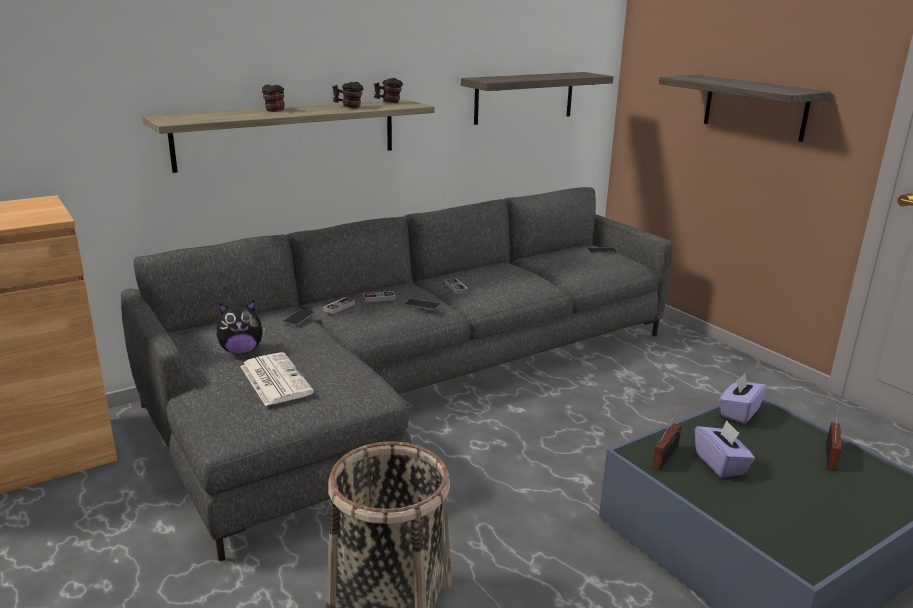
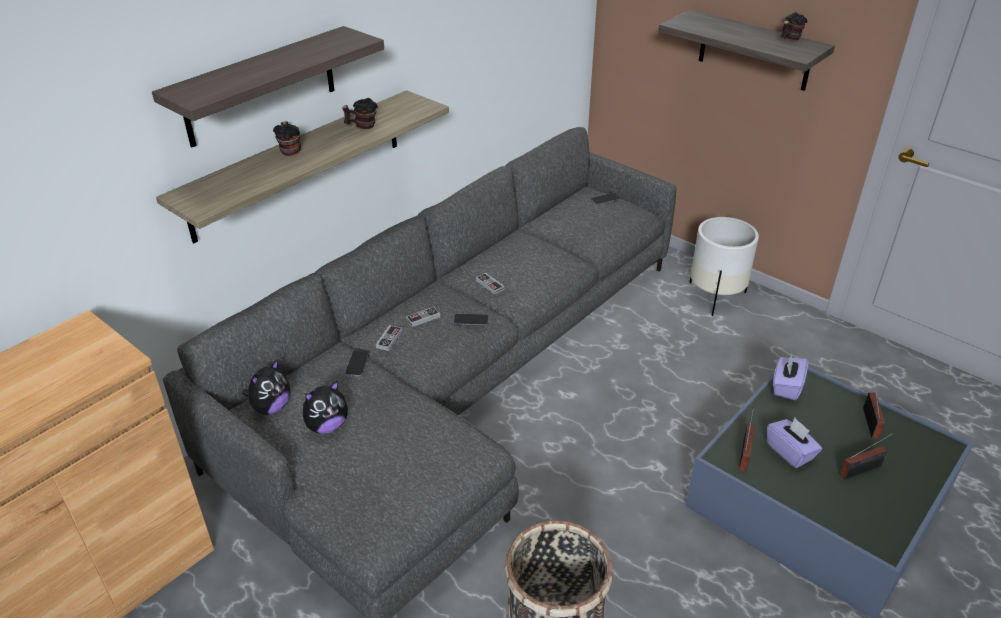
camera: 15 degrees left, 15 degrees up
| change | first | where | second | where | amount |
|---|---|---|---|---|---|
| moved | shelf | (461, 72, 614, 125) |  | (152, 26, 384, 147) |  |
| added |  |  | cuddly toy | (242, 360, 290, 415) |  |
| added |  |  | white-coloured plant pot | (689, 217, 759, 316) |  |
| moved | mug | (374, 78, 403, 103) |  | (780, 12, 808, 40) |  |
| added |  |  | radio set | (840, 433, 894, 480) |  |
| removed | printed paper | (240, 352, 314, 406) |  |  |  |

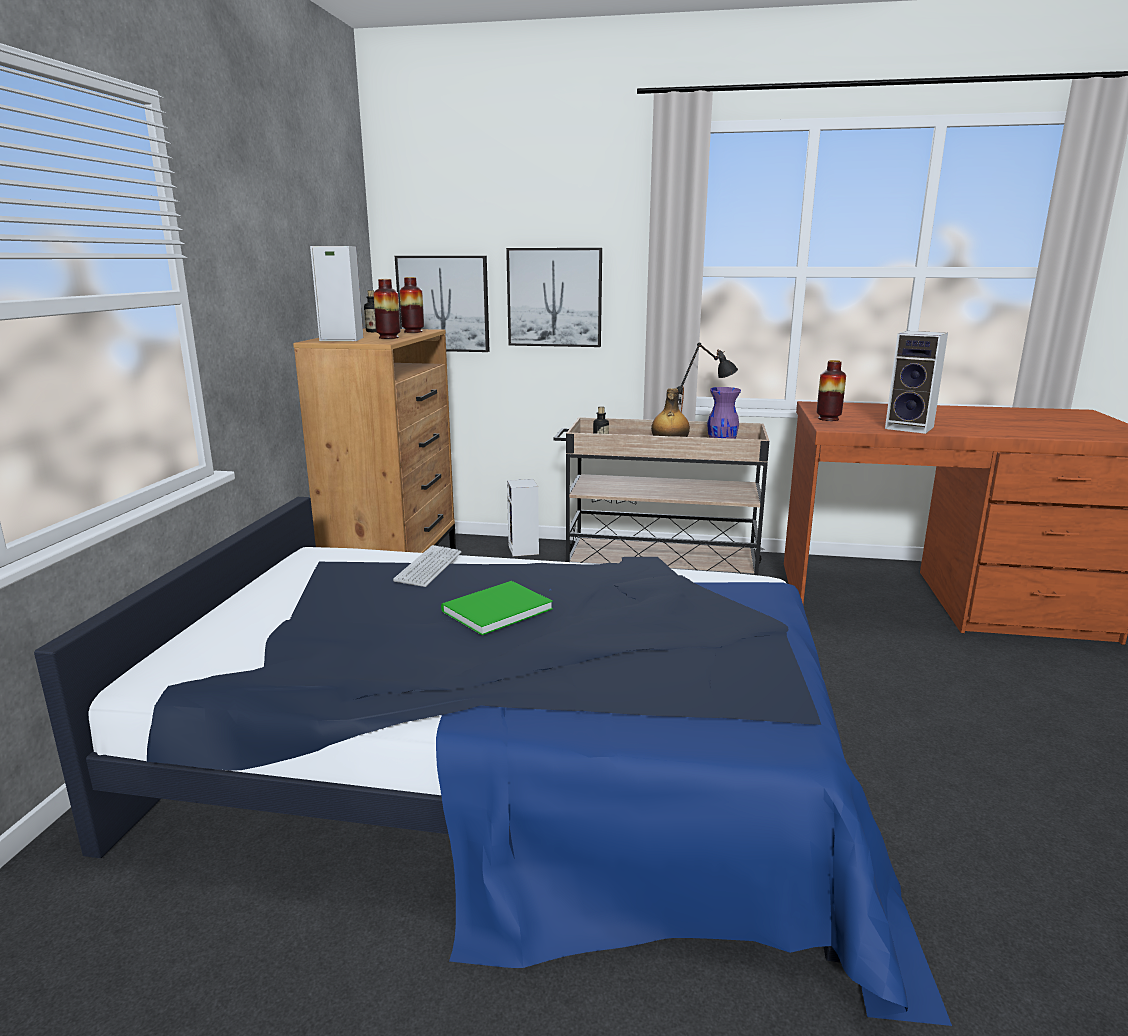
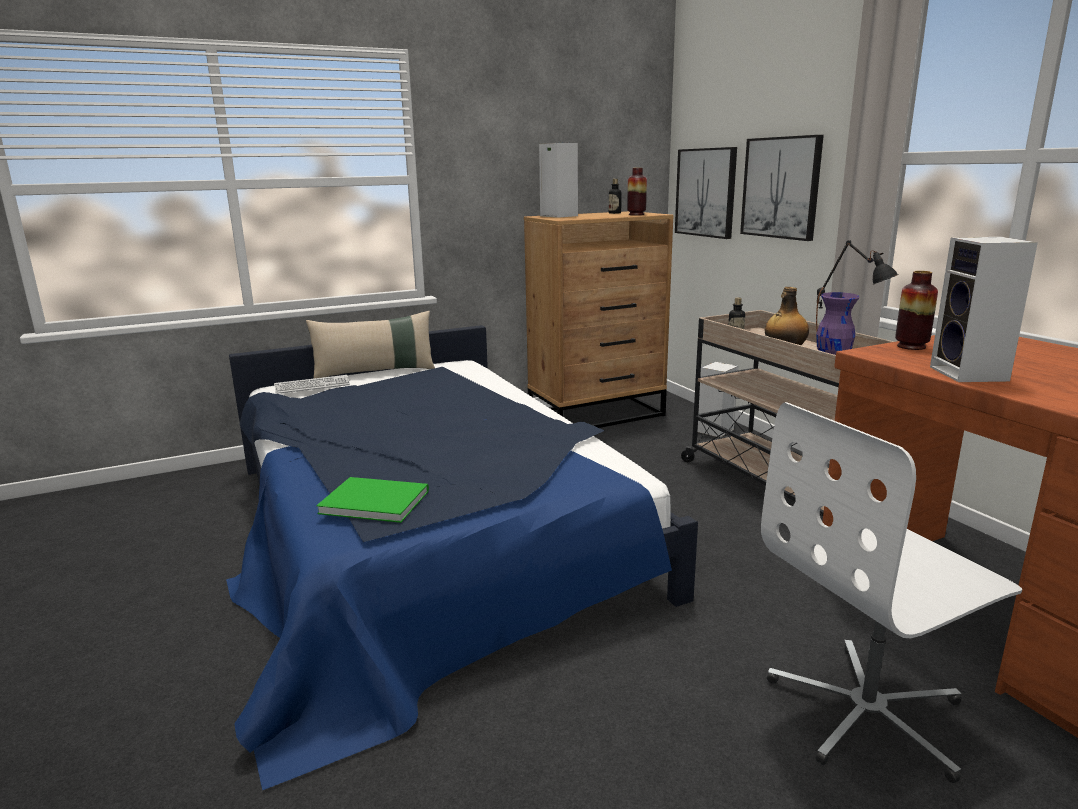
camera: 55 degrees right, 0 degrees up
| change | first | where | second | where | amount |
|---|---|---|---|---|---|
| moved | computer keyboard | (393, 545, 462, 587) |  | (274, 375, 350, 394) |  |
| added |  |  | beige cushion | (306, 311, 435, 379) |  |
| moved | green-coloured volume | (441, 581, 553, 635) |  | (316, 477, 429, 523) |  |
| added |  |  | white-coloured desk chair | (761, 402, 1022, 783) |  |
| removed | decorative vase | (373, 279, 400, 339) |  |  |  |

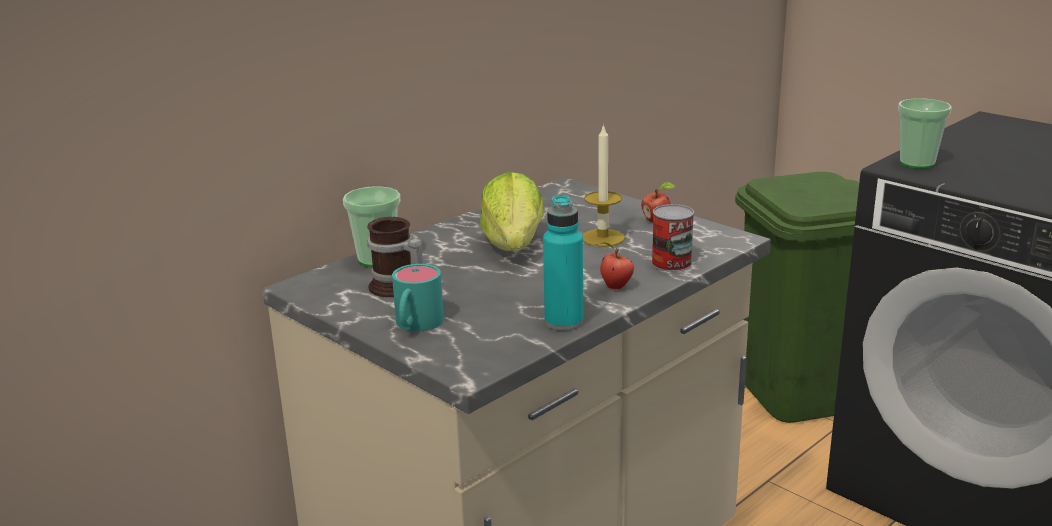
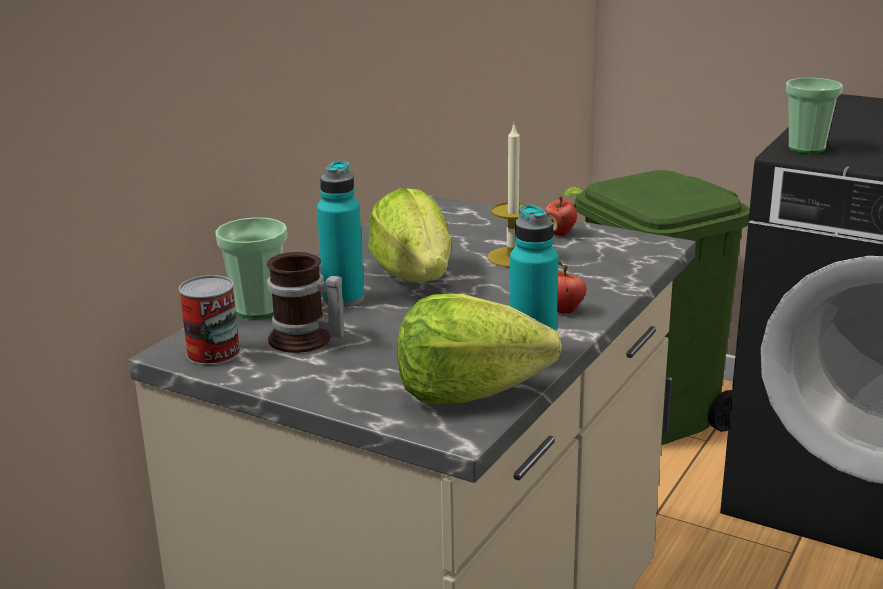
camera: 15 degrees left, 0 degrees up
| change | first | where | second | where | amount |
|---|---|---|---|---|---|
| moved | metal can | (652, 204, 694, 272) |  | (179, 275, 240, 365) |  |
| added |  |  | turquoise-coloured bottle | (317, 161, 364, 307) |  |
| added |  |  | lettuce head | (398, 294, 562, 404) |  |
| removed | turquoise-coloured mug | (392, 264, 444, 331) |  |  |  |

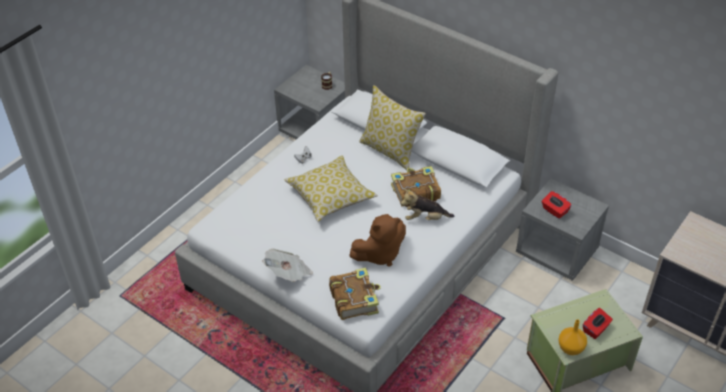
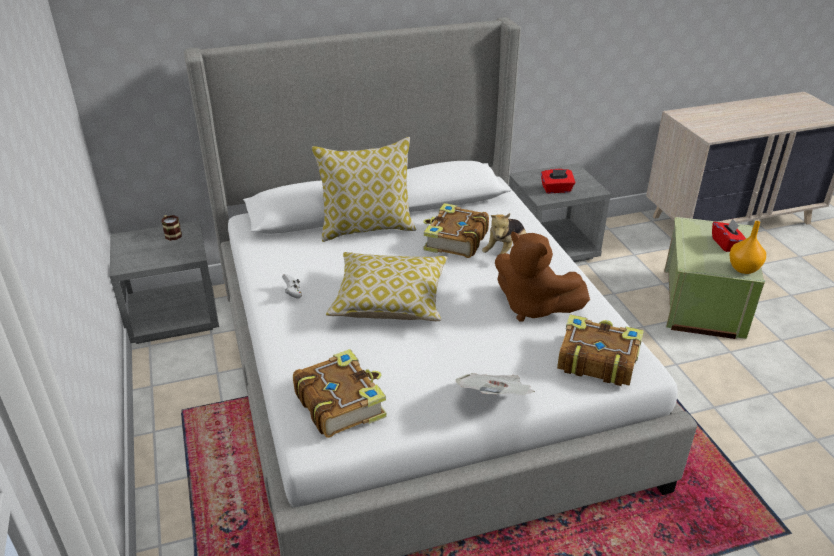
camera: 55 degrees left, 10 degrees down
| change | first | where | second | where | amount |
|---|---|---|---|---|---|
| added |  |  | volume | (293, 349, 387, 438) |  |
| turned | brownish cuddly toy | (350, 214, 406, 267) |  | (495, 231, 590, 322) | 120 degrees clockwise |

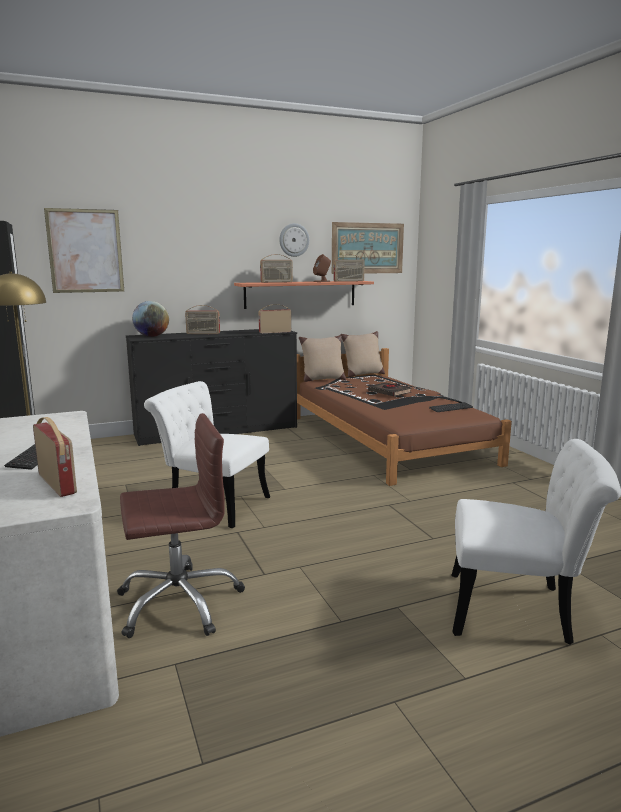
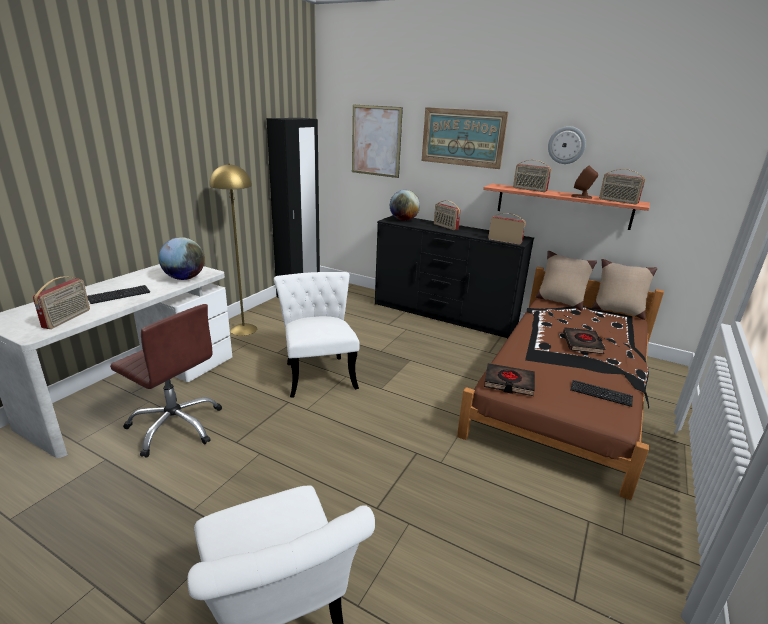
camera: 50 degrees right, 10 degrees up
| change | first | where | second | where | amount |
|---|---|---|---|---|---|
| added |  |  | world globe | (159, 237, 205, 280) |  |
| moved | picture | (332, 222, 404, 274) |  | (422, 107, 508, 169) |  |
| added |  |  | blackish volume | (484, 363, 535, 396) |  |

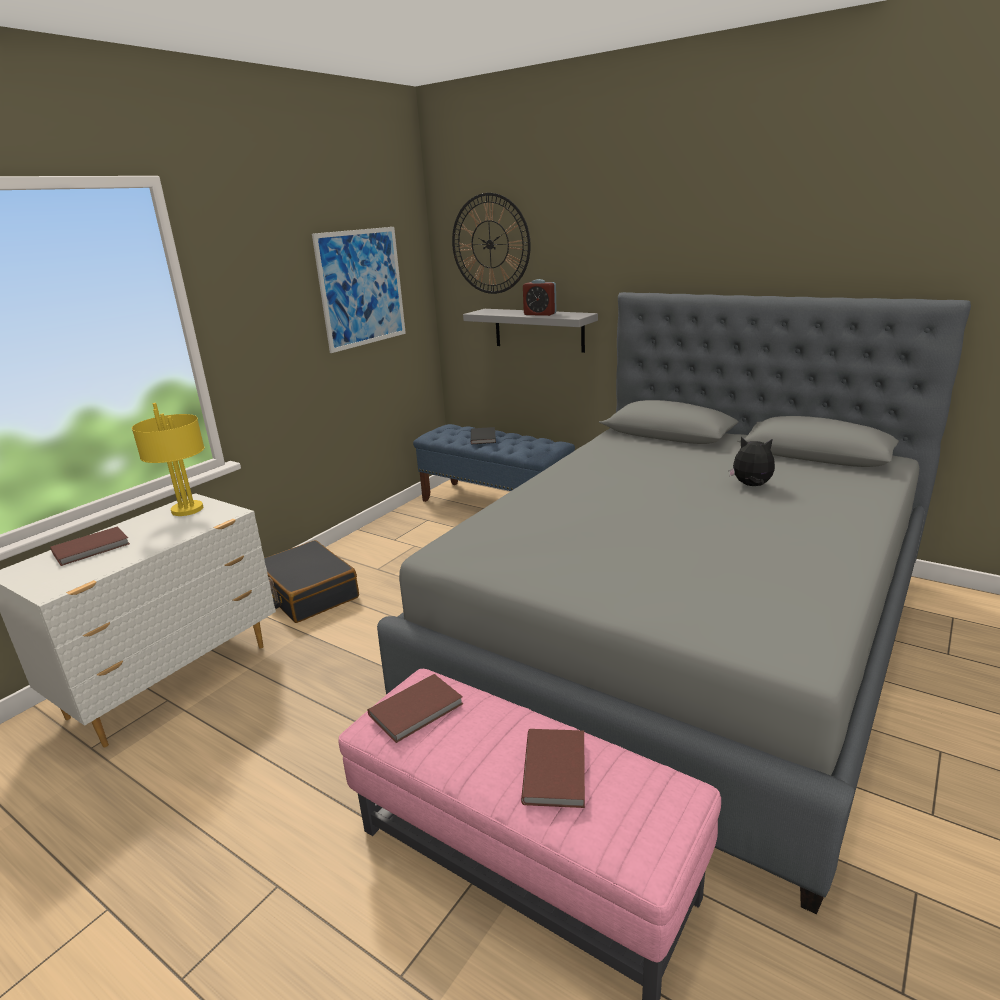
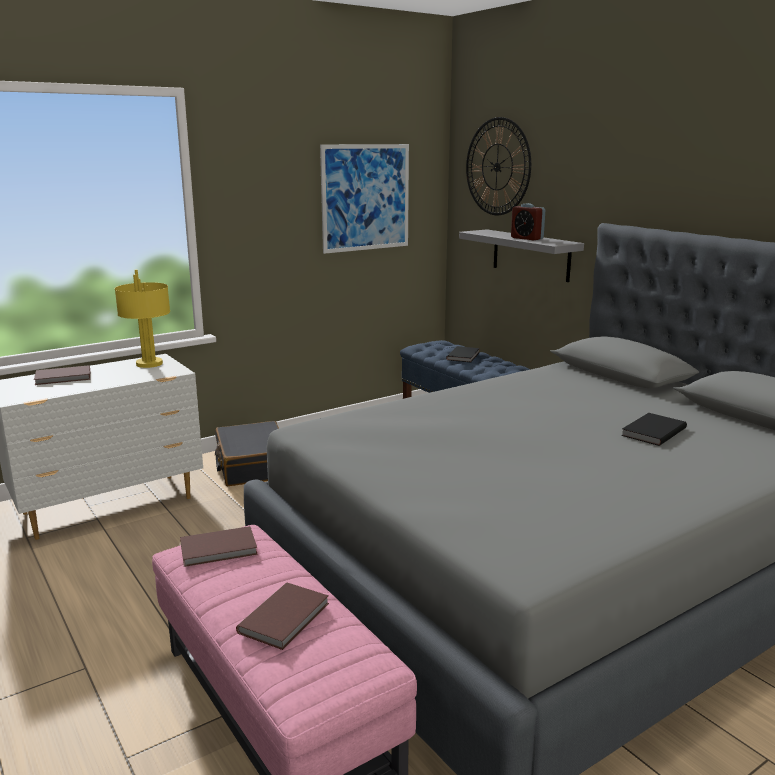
camera: 20 degrees right, 5 degrees down
| change | first | where | second | where | amount |
|---|---|---|---|---|---|
| replaced | cuddly toy | (729, 437, 775, 486) | blackish volume | (621, 413, 687, 446) |  |

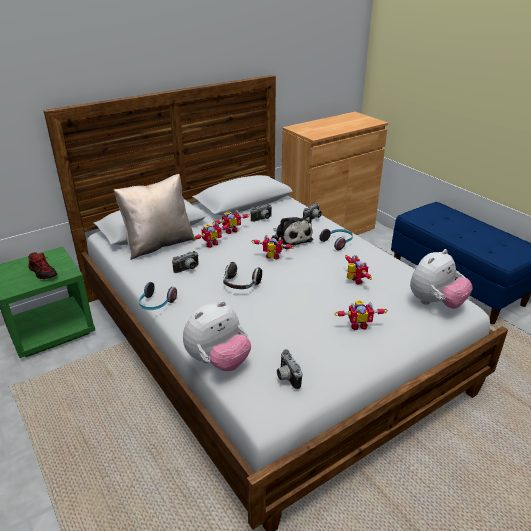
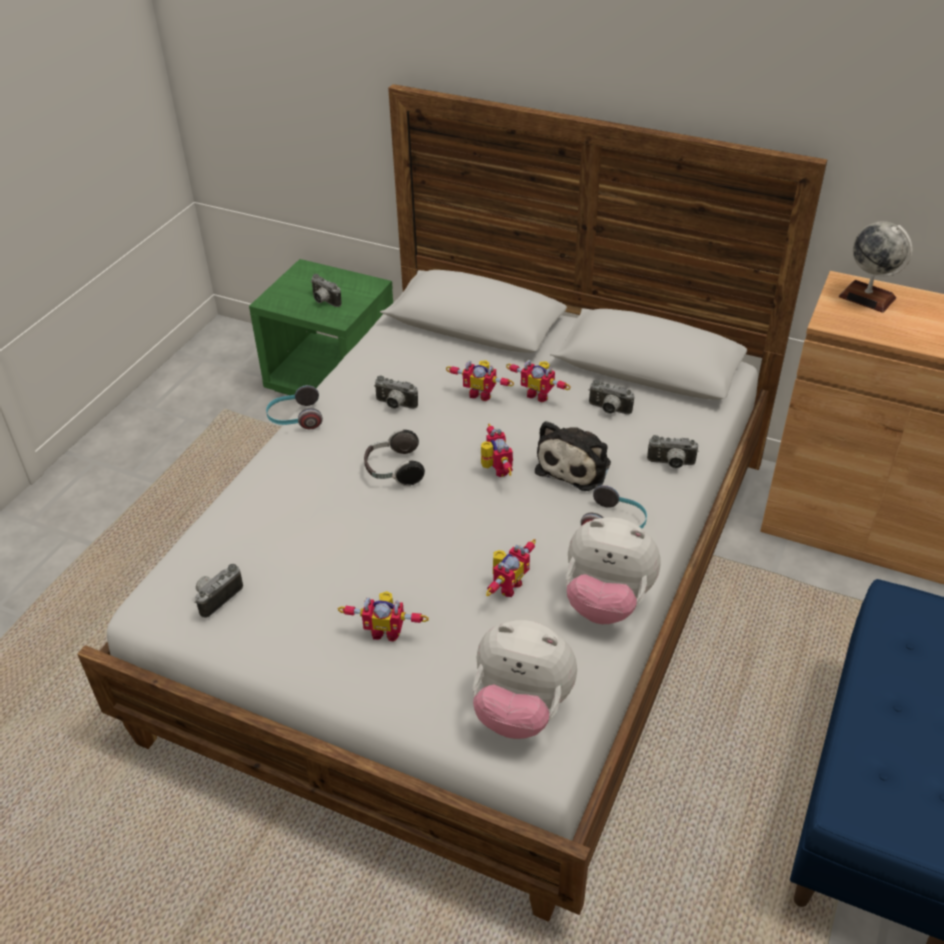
camera: 60 degrees right, 10 degrees up
| change | first | where | second | where | amount |
|---|---|---|---|---|---|
| replaced | low shoe | (28, 252, 57, 279) | photo camera | (312, 274, 342, 307) |  |
| turned | model robot | (334, 300, 388, 330) |  | (338, 591, 429, 641) | 45 degrees counterclockwise |
| moved | cuddly toy | (183, 301, 251, 371) |  | (566, 517, 661, 624) |  |
| added |  |  | world globe | (839, 221, 912, 313) |  |
| removed | beige cushion | (113, 174, 195, 260) |  |  |  |

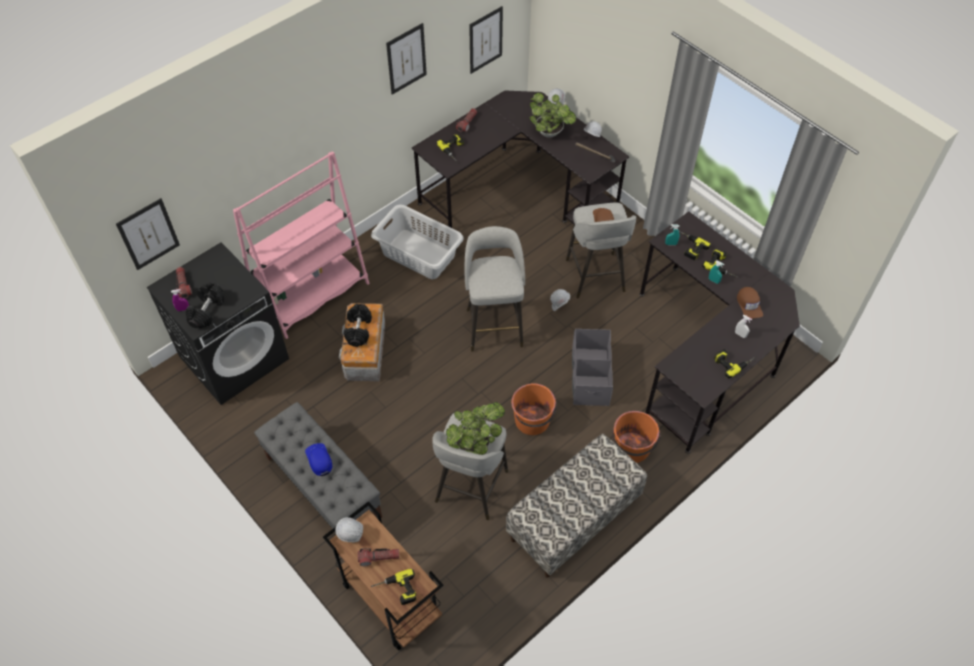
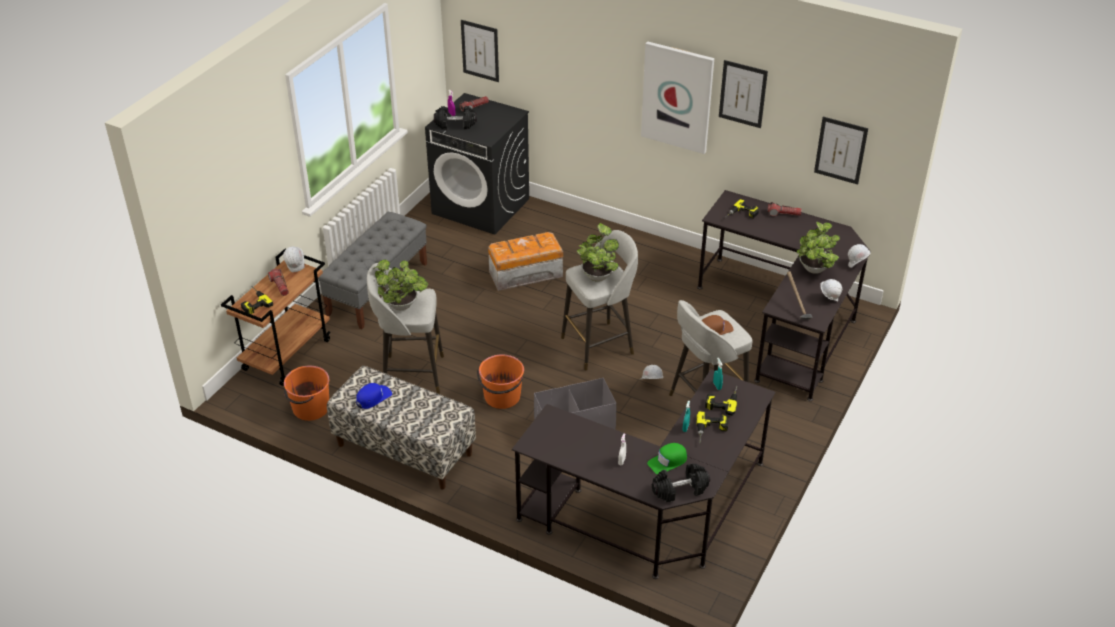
camera: 70 degrees right, 15 degrees down
| change | first | where | second | where | amount |
|---|---|---|---|---|---|
| moved | orangey bucket | (612, 411, 661, 463) |  | (284, 366, 329, 421) |  |
| moved | blue baseball cap | (305, 443, 332, 476) |  | (356, 383, 392, 409) |  |
| added |  |  | plant in a pot | (577, 223, 619, 282) |  |
| added |  |  | picture | (641, 41, 714, 154) |  |
| recoloured | brownish baseball cap | (737, 287, 763, 319) | green-coloured baseball cap | (647, 443, 687, 475) |  |
| moved | blackish dumbbell | (344, 304, 372, 347) |  | (652, 464, 710, 502) |  |
| removed | pink bookcase | (233, 151, 369, 339) |  |  |  |
| removed | grey hamper | (371, 204, 464, 279) |  |  |  |
| removed | power drill | (714, 349, 756, 378) |  |  |  |

